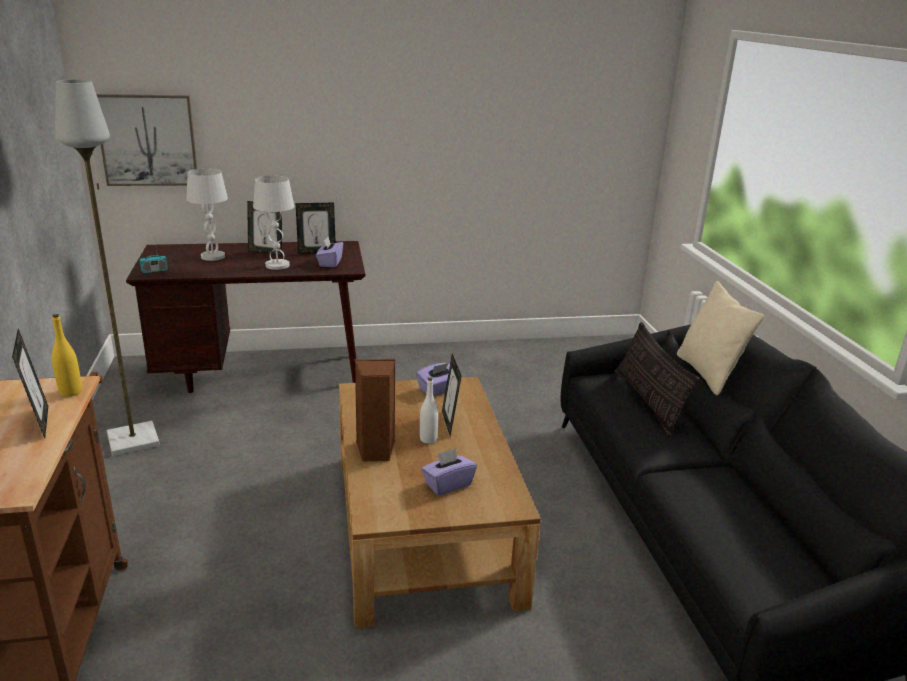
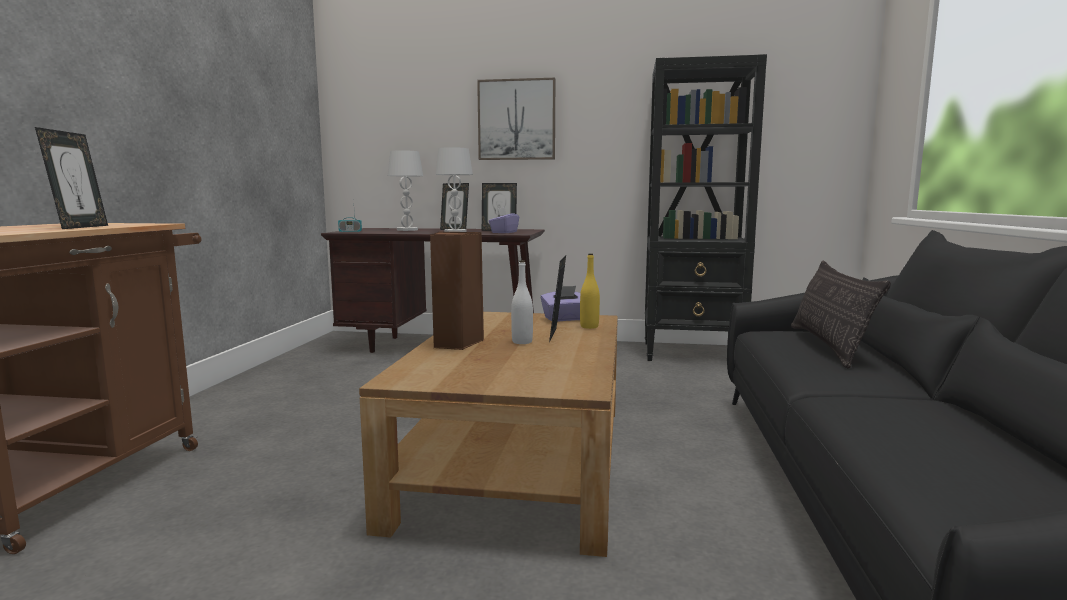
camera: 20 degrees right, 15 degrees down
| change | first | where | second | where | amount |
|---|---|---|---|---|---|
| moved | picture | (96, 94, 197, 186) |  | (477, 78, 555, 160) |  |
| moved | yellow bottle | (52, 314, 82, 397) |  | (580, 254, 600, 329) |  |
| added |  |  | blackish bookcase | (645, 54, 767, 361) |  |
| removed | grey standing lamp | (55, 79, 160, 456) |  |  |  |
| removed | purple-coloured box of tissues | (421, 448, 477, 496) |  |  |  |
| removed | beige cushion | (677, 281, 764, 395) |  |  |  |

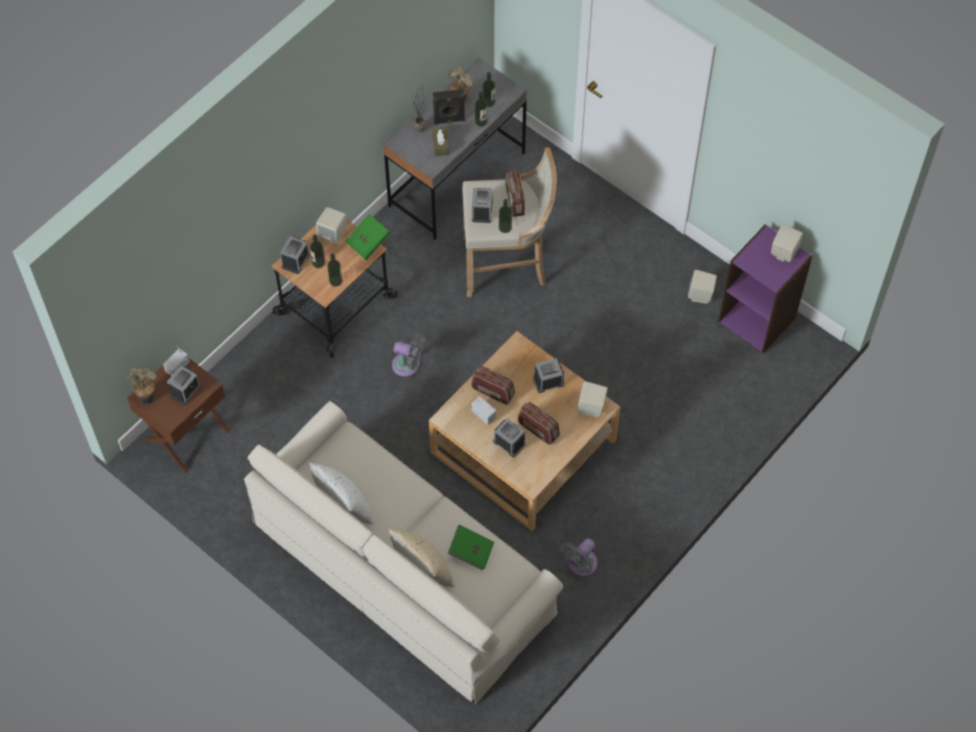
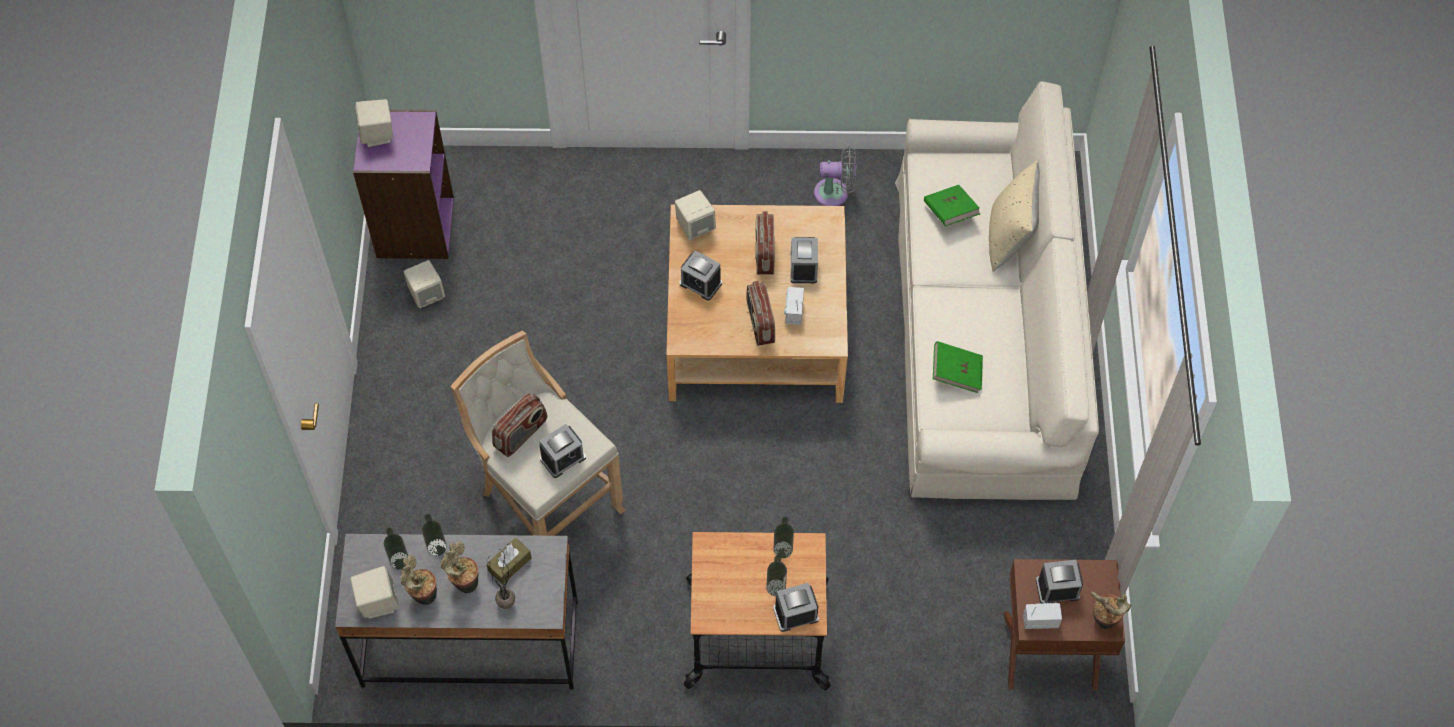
camera: 130 degrees left, 0 degrees up
| change | first | where | second | where | amount |
|---|---|---|---|---|---|
| moved | beige speaker | (316, 207, 347, 244) |  | (350, 566, 399, 618) |  |
| replaced | blackish speaker | (433, 89, 465, 125) | plant in a pot | (441, 541, 478, 594) |  |
| moved | green-coloured volume | (345, 214, 390, 260) |  | (933, 341, 983, 393) |  |
| removed | white-coloured cushion | (309, 463, 373, 525) |  |  |  |
| removed | grey fan | (392, 334, 425, 377) |  |  |  |
| removed | bottle | (499, 199, 512, 233) |  |  |  |

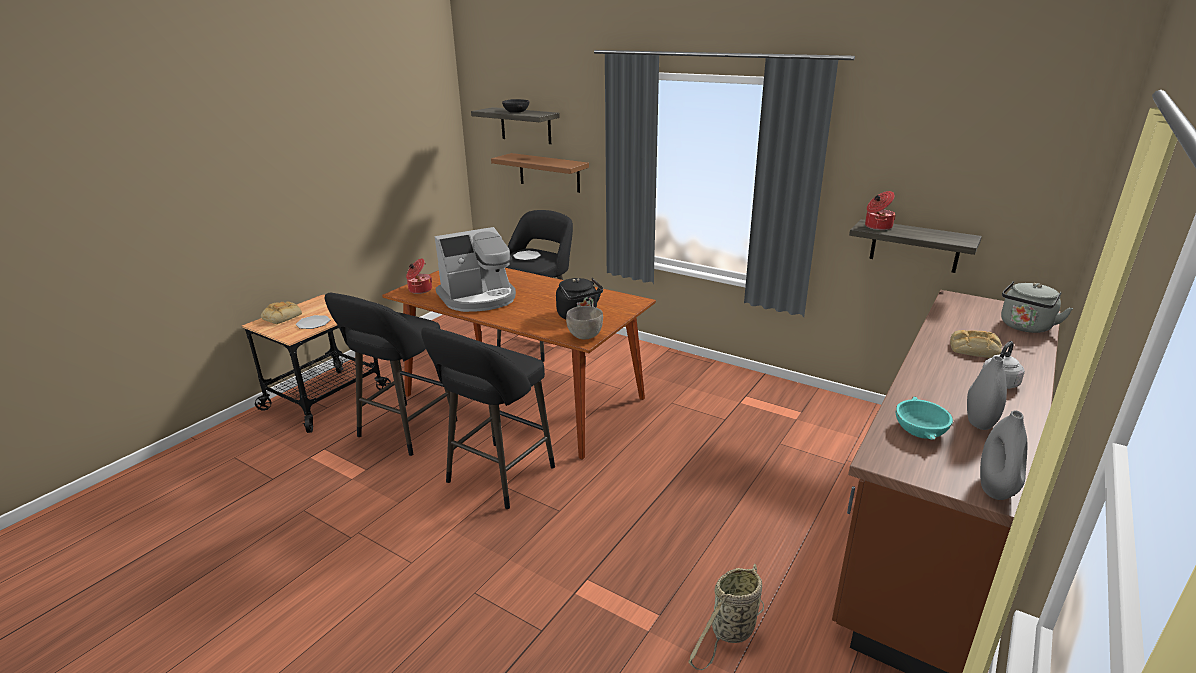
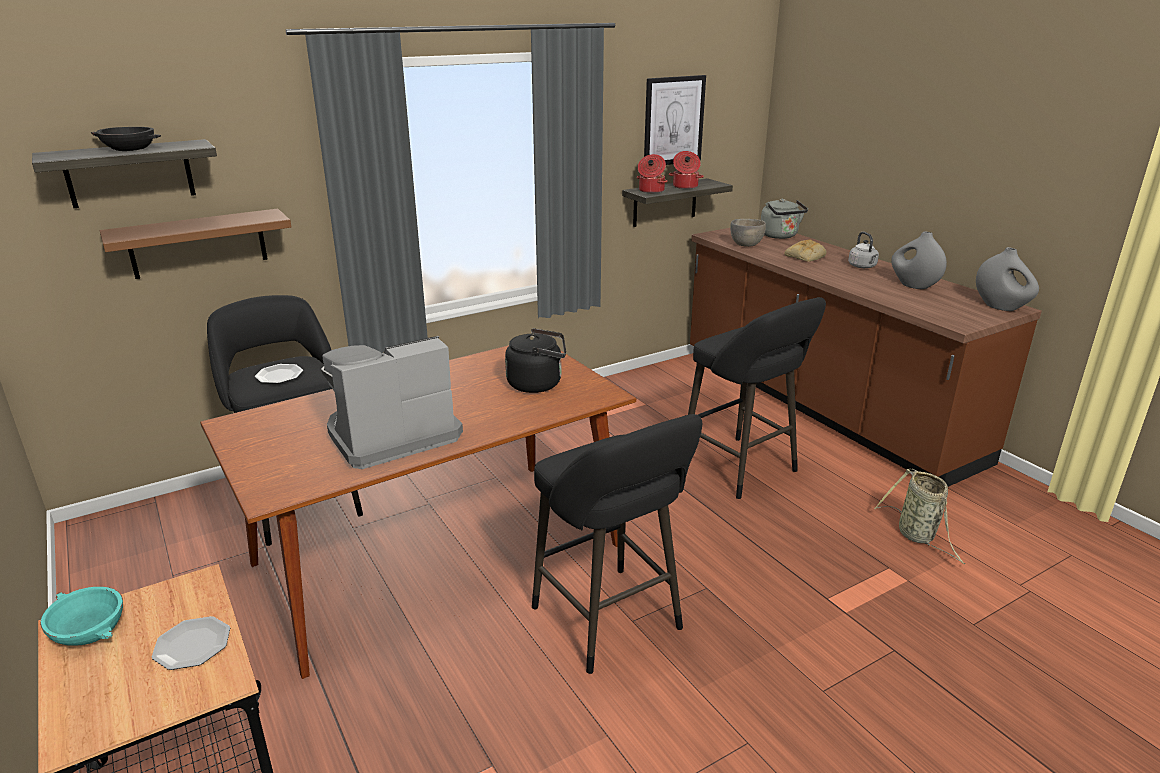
camera: 65 degrees left, 0 degrees up
| change | first | where | second | where | amount |
|---|---|---|---|---|---|
| moved | turquoise-coloured serving bowl | (896, 396, 953, 440) |  | (40, 587, 123, 646) |  |
| turned | coffee machine | (435, 227, 516, 312) |  | (321, 336, 463, 469) | 120 degrees counterclockwise |
| added |  |  | picture | (644, 75, 706, 165) |  |
| moved | cooking pot | (406, 258, 432, 294) |  | (669, 151, 704, 189) |  |
| moved | blackish stool seat | (325, 293, 458, 456) |  | (688, 297, 826, 499) |  |
| moved | grey serving bowl | (566, 306, 603, 339) |  | (730, 219, 766, 247) |  |
| removed | bakery bread | (261, 301, 302, 324) |  |  |  |

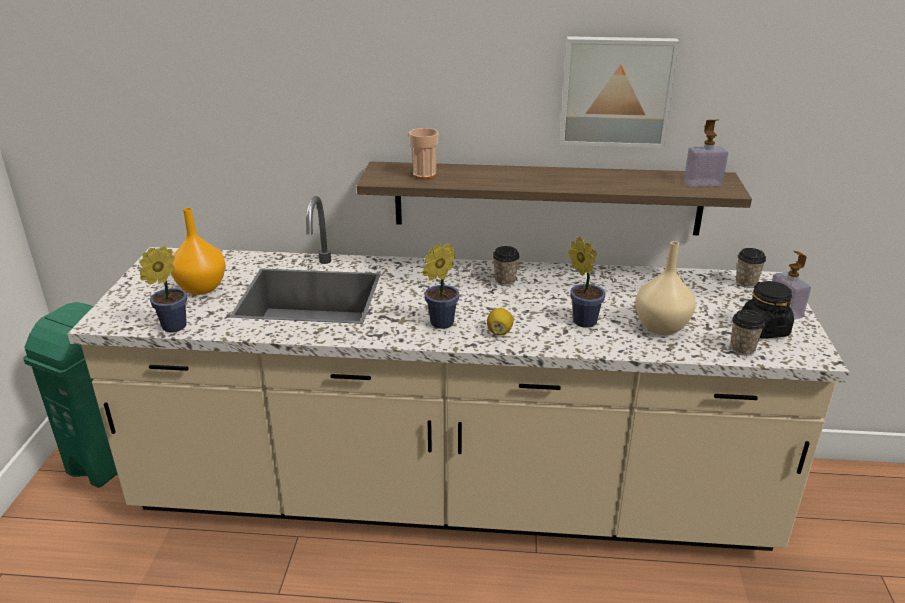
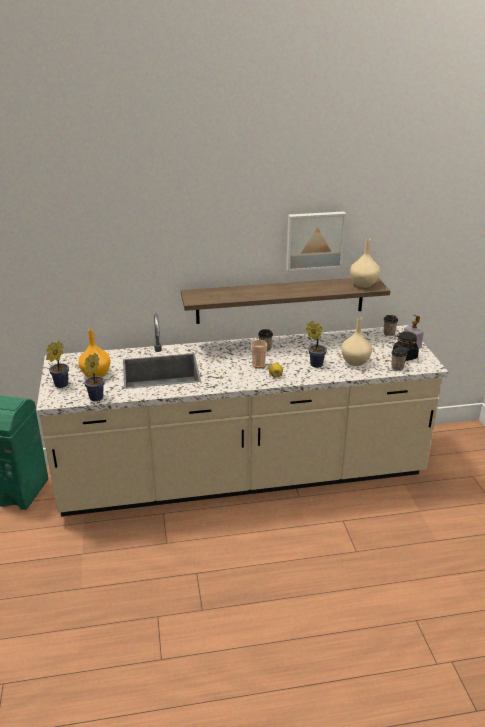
camera: 15 degrees left, 0 degrees up
| change | first | where | second | where | amount |
|---|---|---|---|---|---|
| moved | plant in a pot | (423, 243, 459, 329) |  | (46, 341, 69, 388) |  |
| moved | drinking cup | (409, 128, 438, 179) |  | (251, 340, 267, 368) |  |
| replaced | liquid soap bottle | (684, 120, 728, 187) | beige decorative vase | (350, 239, 380, 288) |  |

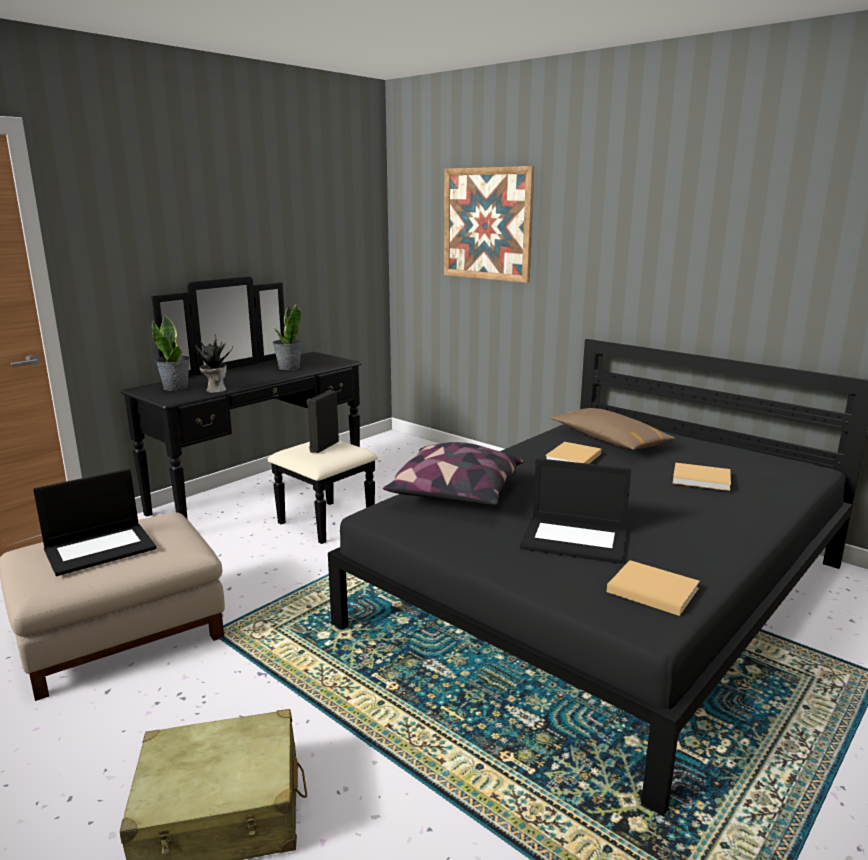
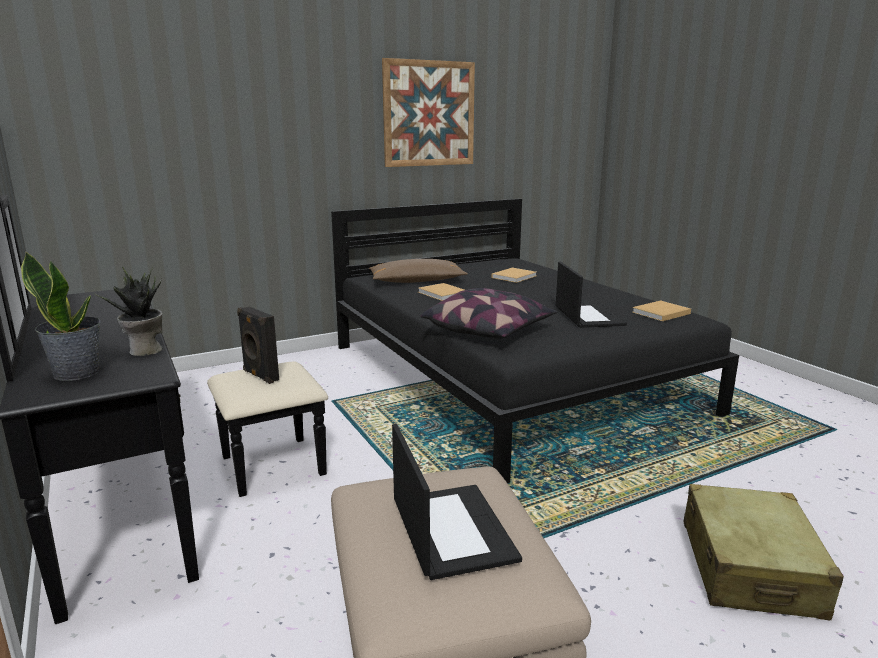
camera: 70 degrees left, 0 degrees up
| change | first | where | second | where | amount |
|---|---|---|---|---|---|
| moved | picture | (444, 166, 535, 283) |  | (382, 58, 475, 167) |  |
| turned | laptop | (520, 458, 631, 564) |  | (556, 262, 627, 328) | 45 degrees counterclockwise |
| removed | plant in a pot | (272, 304, 302, 370) |  |  |  |

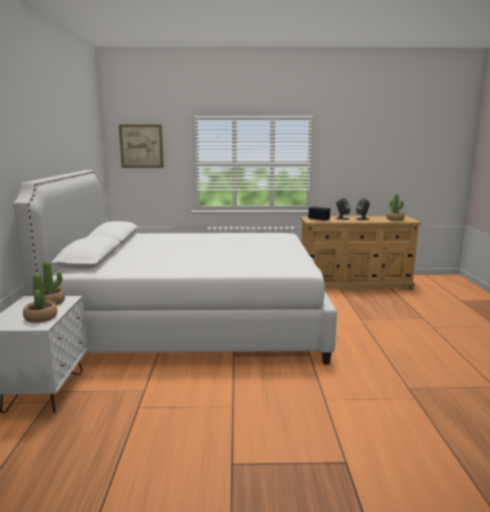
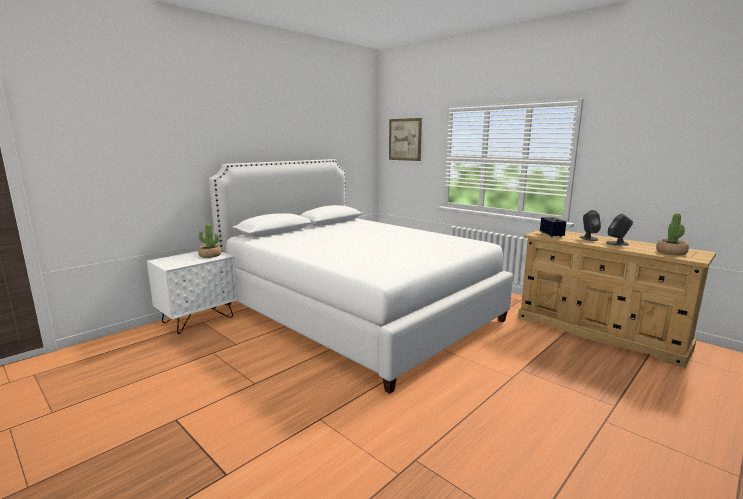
camera: 45 degrees right, 0 degrees up
| change | first | where | second | where | amount |
|---|---|---|---|---|---|
| removed | plant in a pot | (23, 273, 57, 323) |  |  |  |

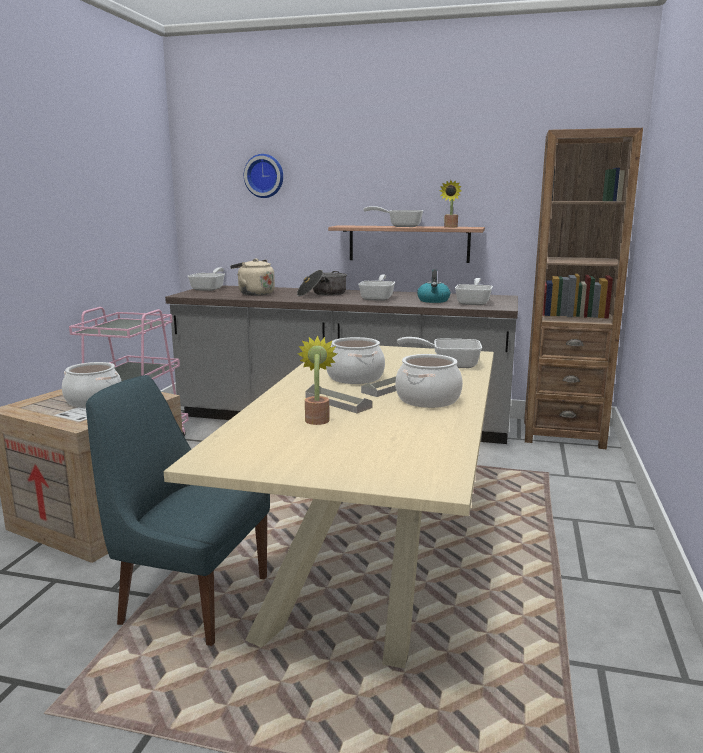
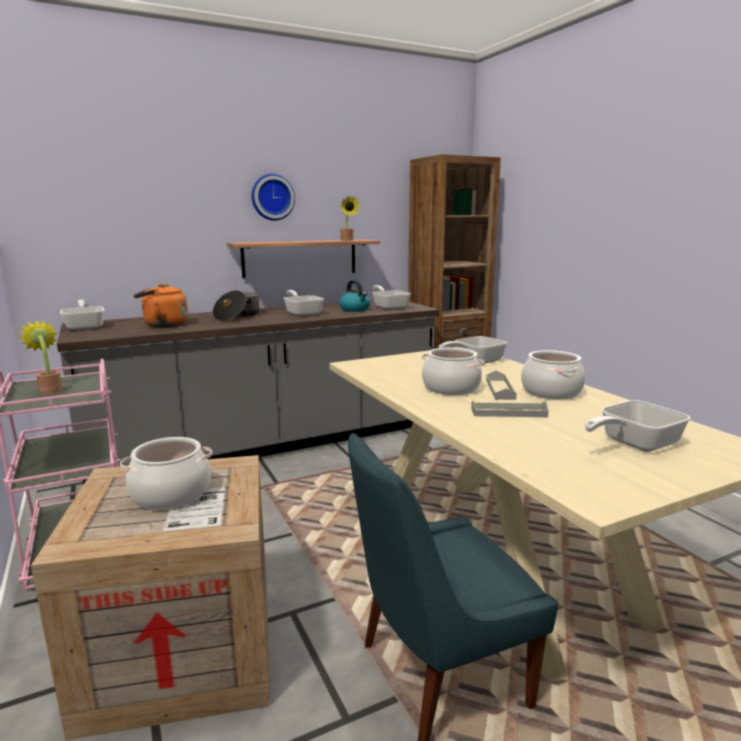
camera: 40 degrees left, 0 degrees up
| change | first | where | second | where | amount |
|---|---|---|---|---|---|
| moved | plant in a pot | (297, 335, 337, 425) |  | (19, 320, 63, 394) |  |
| recoloured | beige water kettle | (230, 258, 275, 296) | orangey water kettle | (134, 284, 188, 327) |  |
| moved | clock on the wall | (244, 154, 283, 198) |  | (252, 174, 295, 221) |  |
| moved | frying pan | (363, 206, 423, 227) |  | (584, 400, 691, 452) |  |

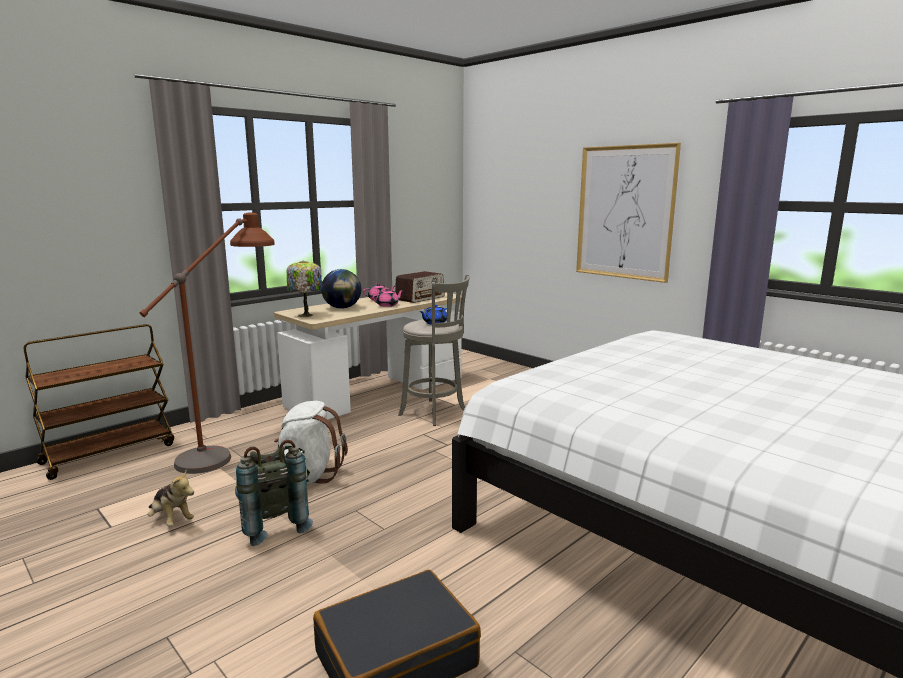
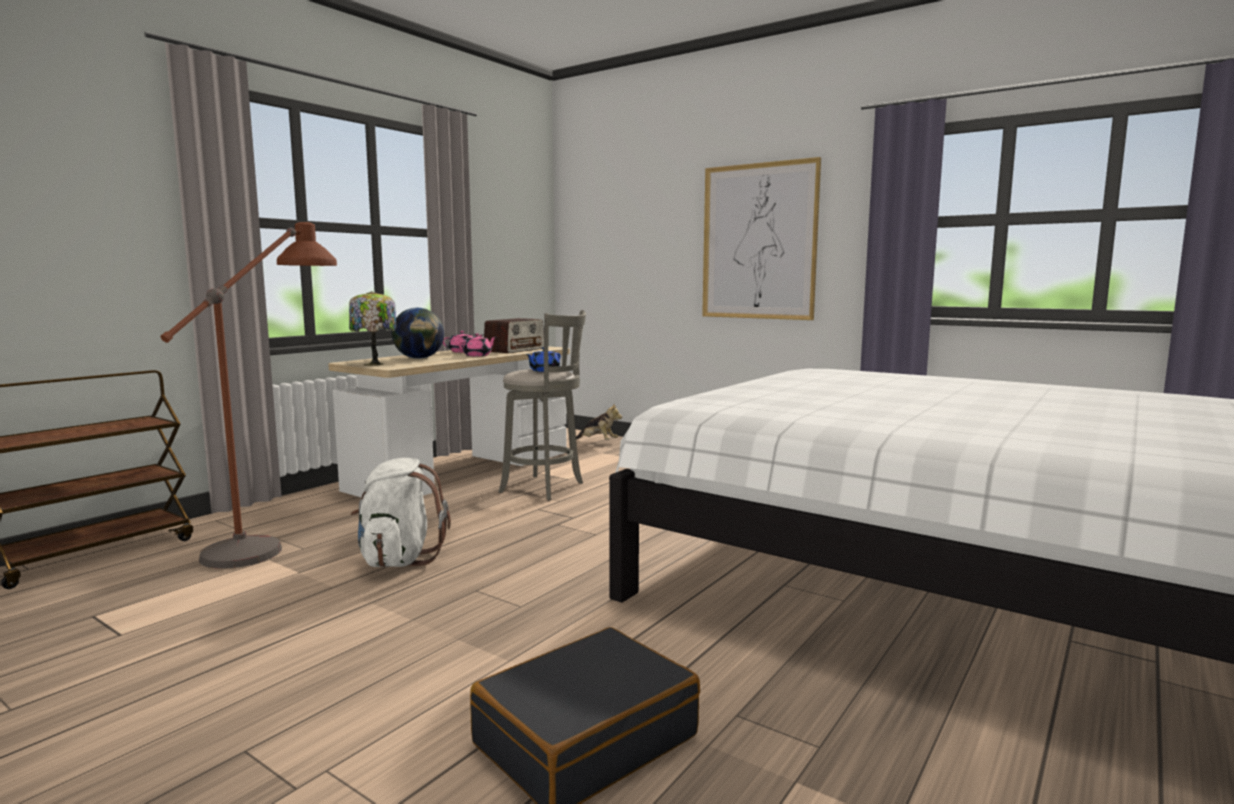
camera: 10 degrees left, 5 degrees down
| change | first | where | second | where | amount |
|---|---|---|---|---|---|
| moved | cuddly toy | (148, 470, 194, 526) |  | (576, 404, 622, 440) |  |
| removed | grey knapsack | (235, 440, 313, 546) |  |  |  |

